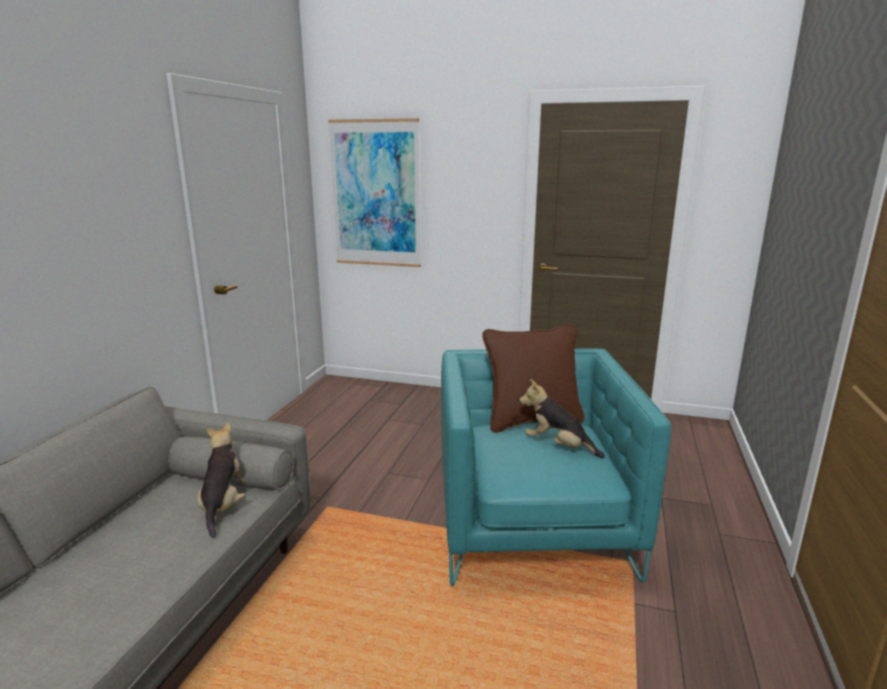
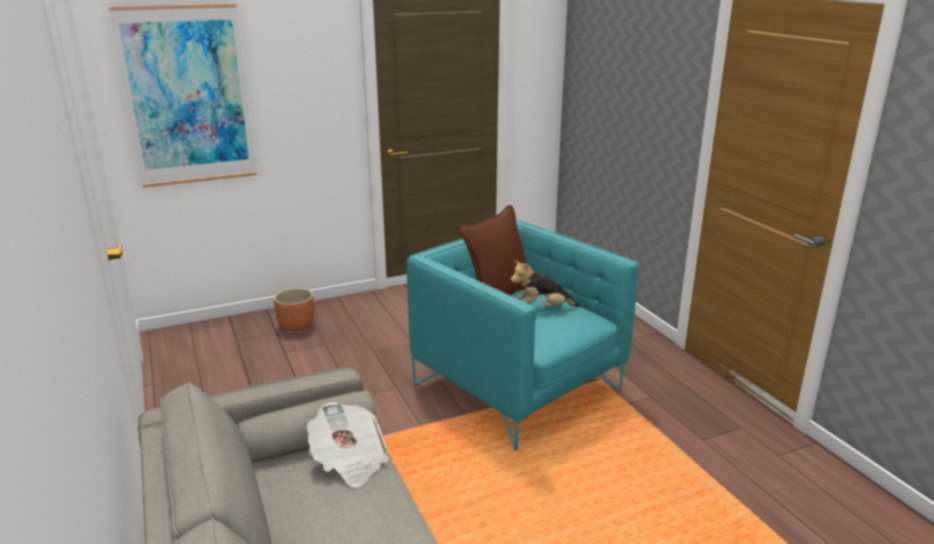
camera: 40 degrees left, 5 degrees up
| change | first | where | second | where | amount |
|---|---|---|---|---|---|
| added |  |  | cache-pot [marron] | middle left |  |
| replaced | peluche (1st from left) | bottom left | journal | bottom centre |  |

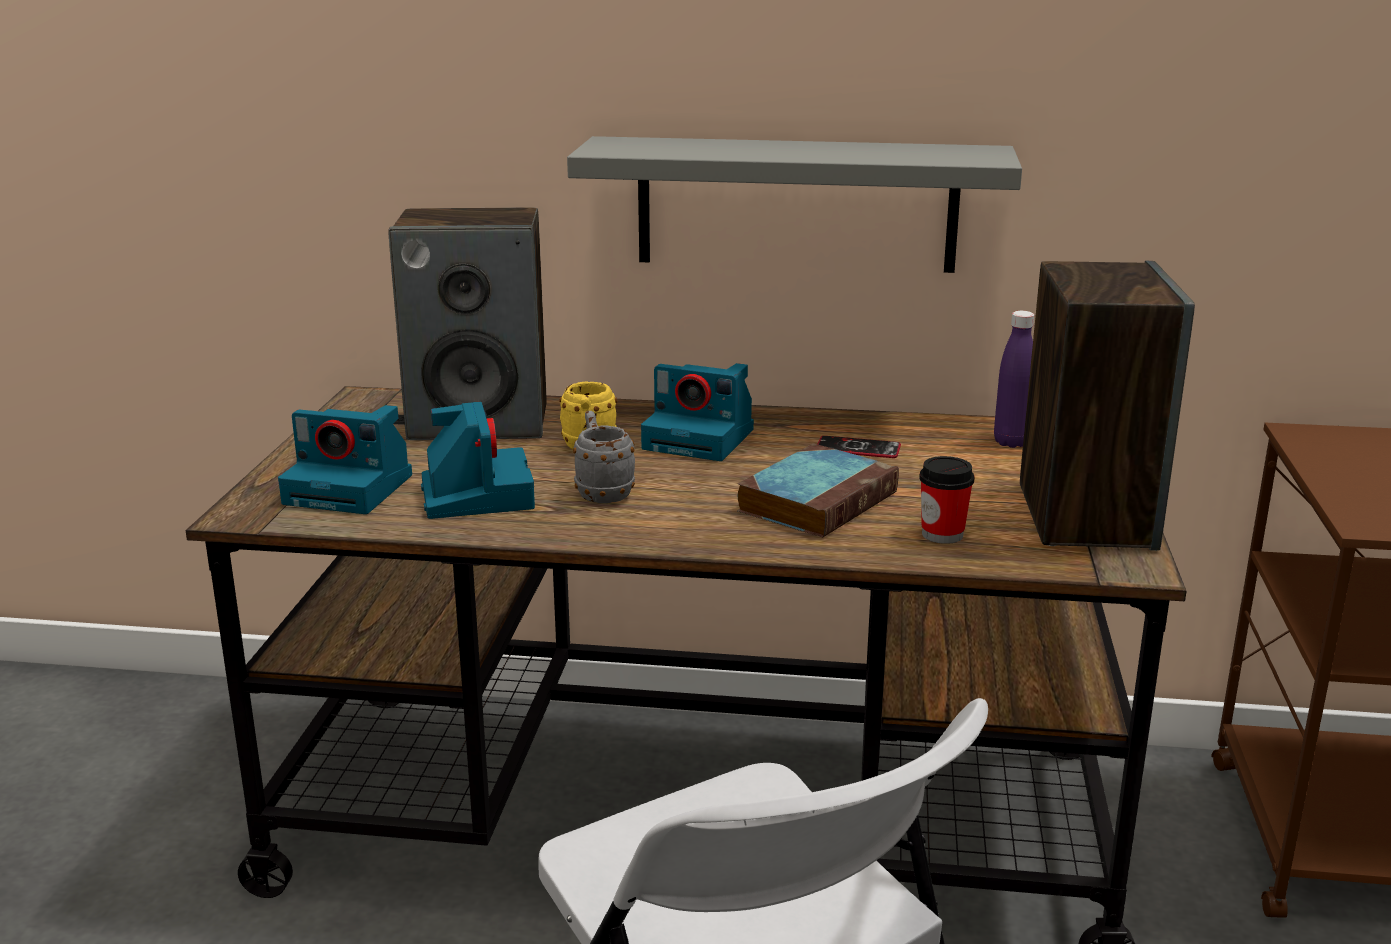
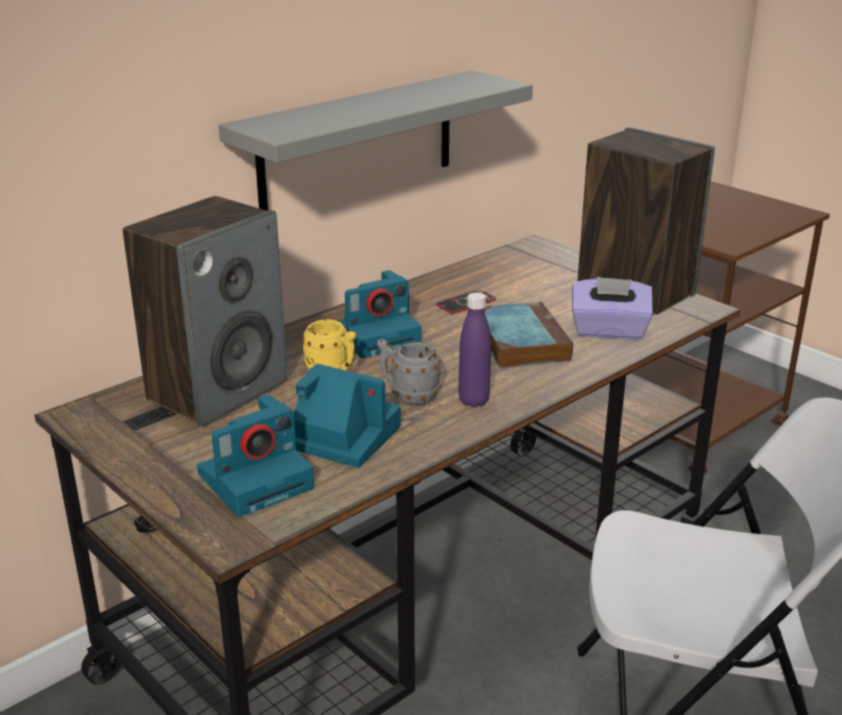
camera: 50 degrees left, 5 degrees up
| change | first | where | second | where | amount |
|---|---|---|---|---|---|
| moved | bouteille [violet] | middle right |  | centre |  |
| replaced | tasse | middle right | boîte à mouchoirs [violet] | middle right |  |

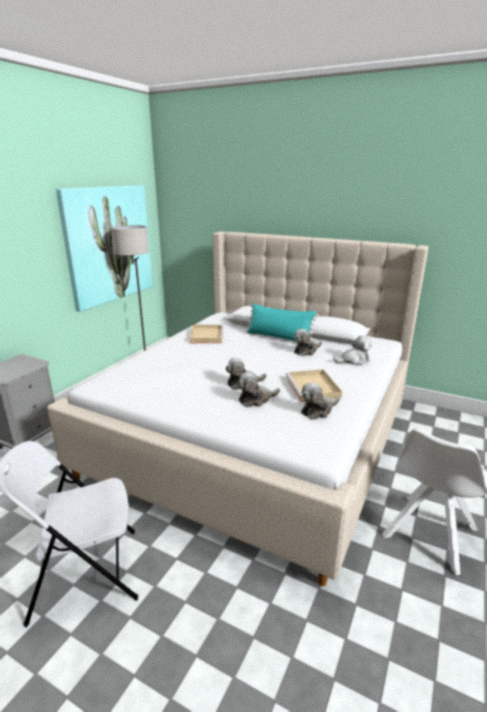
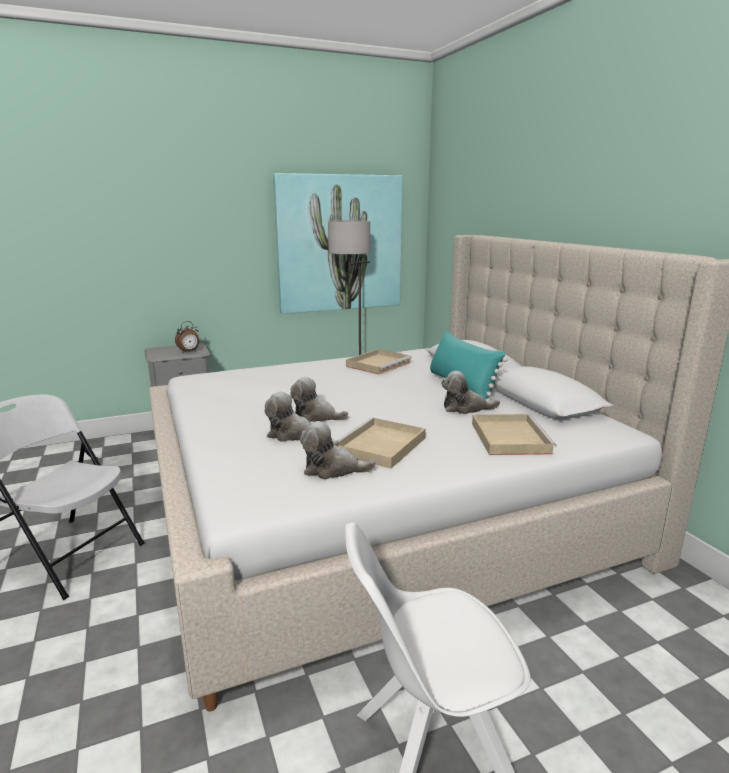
camera: 40 degrees right, 5 degrees down
| change | first | where | second | where | amount |
|---|---|---|---|---|---|
| added |  |  | réveil | middle left |  |
| replaced | peluche (5th from left) | middle right | plateau [beige] (3rd from left) | middle right |  |

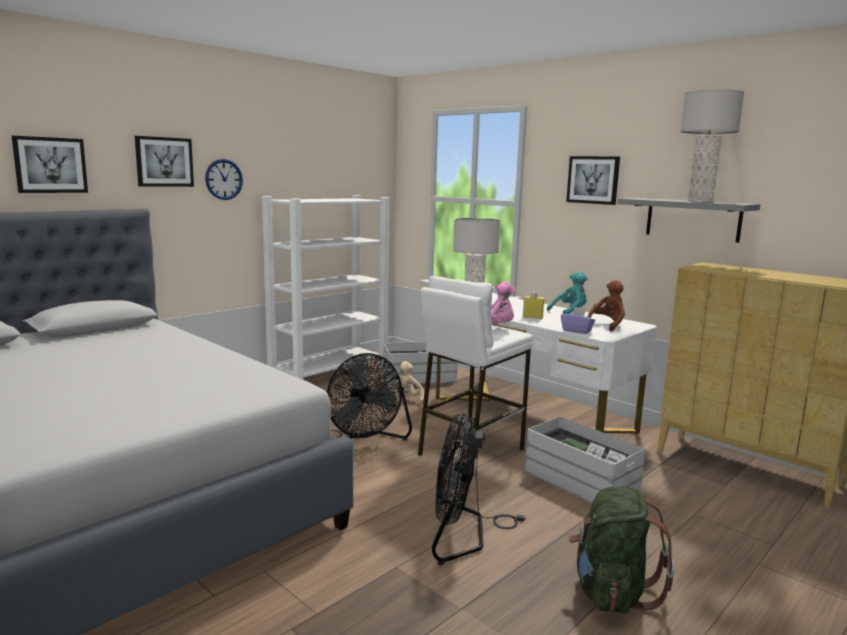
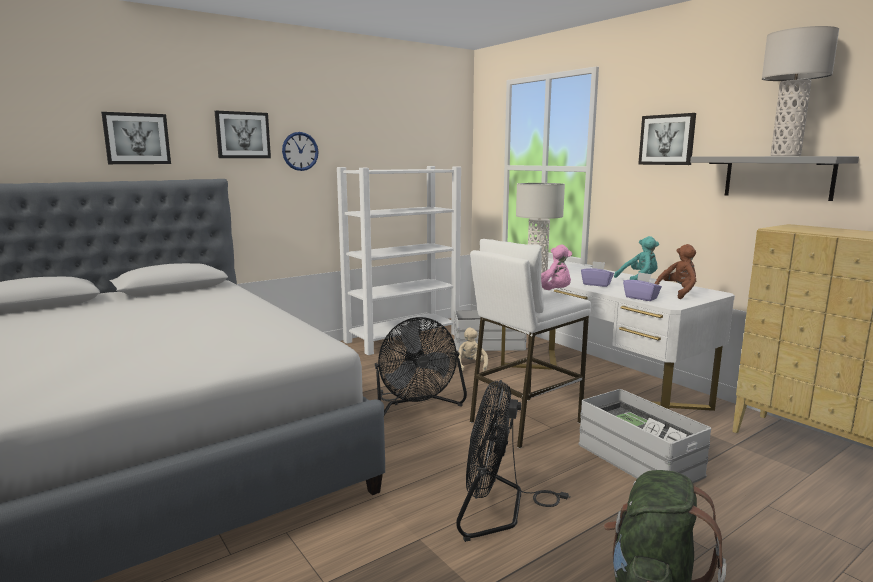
camera: 10 degrees right, 0 degrees up
| change | first | where | second | where | amount |
|---|---|---|---|---|---|
| replaced | bouteille [jaune] | centre | boîte à mouchoirs [violet] (1st from left) | middle right |  |

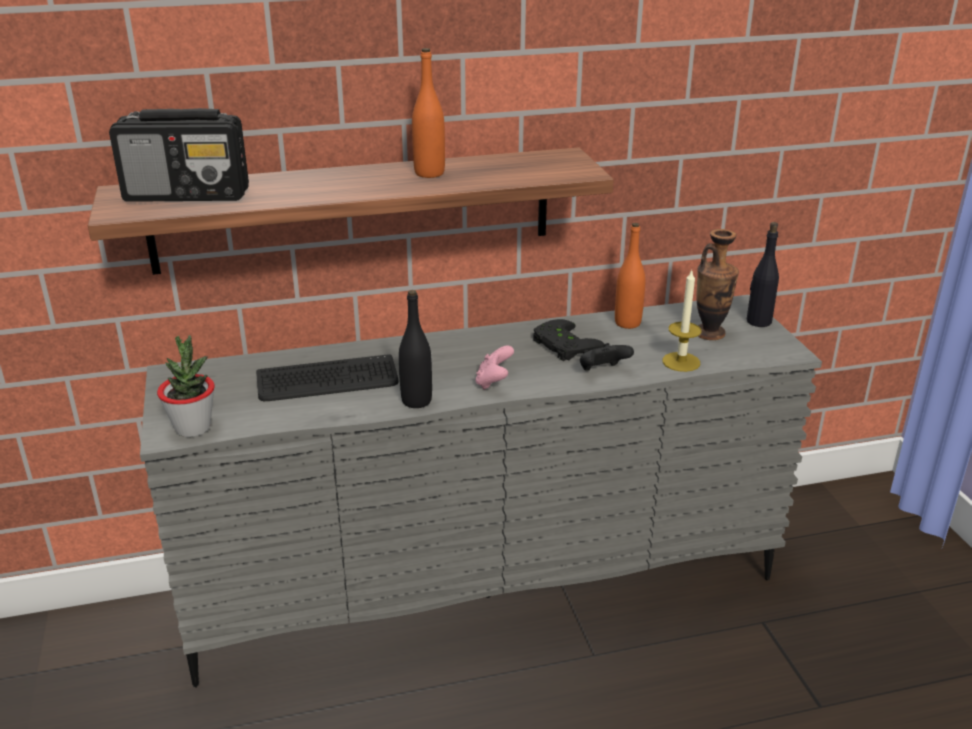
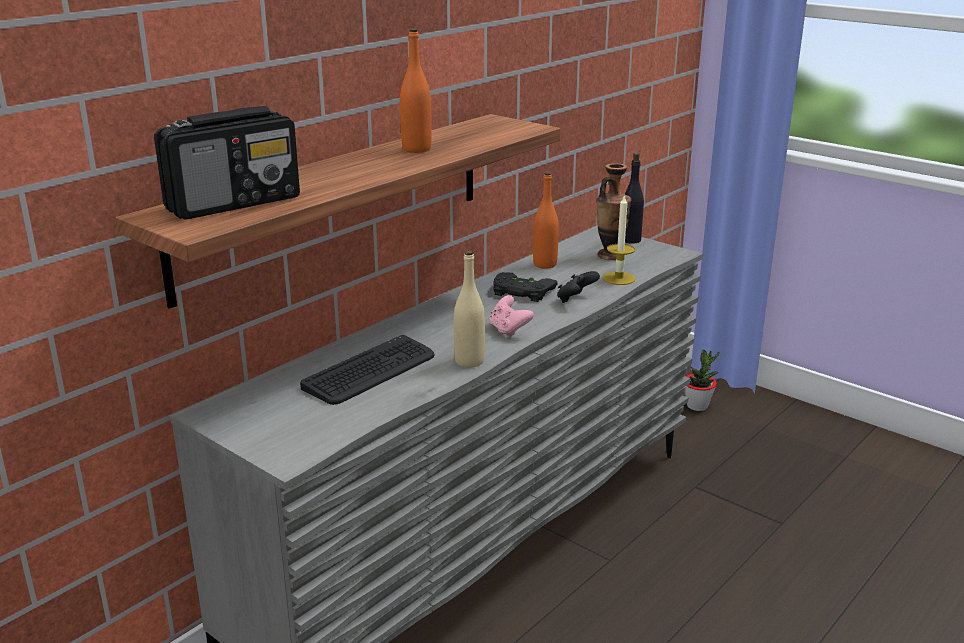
camera: 35 degrees left, 5 degrees down
| change | first | where | second | where | amount |
|---|---|---|---|---|---|
| moved | plante en pot | middle left |  | middle right |  |
| recoloured | bouteille [noir] (1st from left) | centre | bouteille [beige] | centre |  |

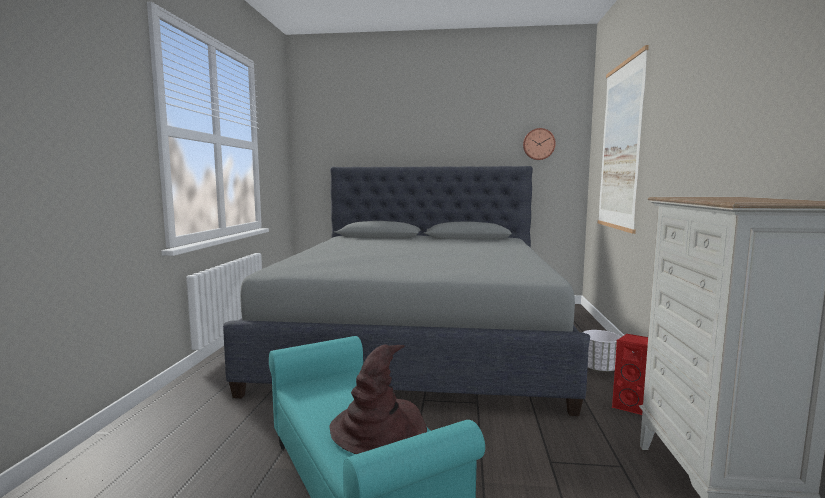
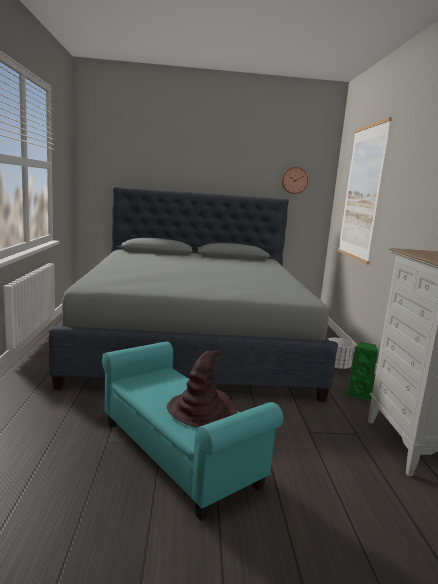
camera: 10 degrees left, 5 degrees up
| change | first | where | second | where | amount |
|---|---|---|---|---|---|
| recoloured | enceinte [rouge] | bottom right | enceinte [vert] | middle right |  |

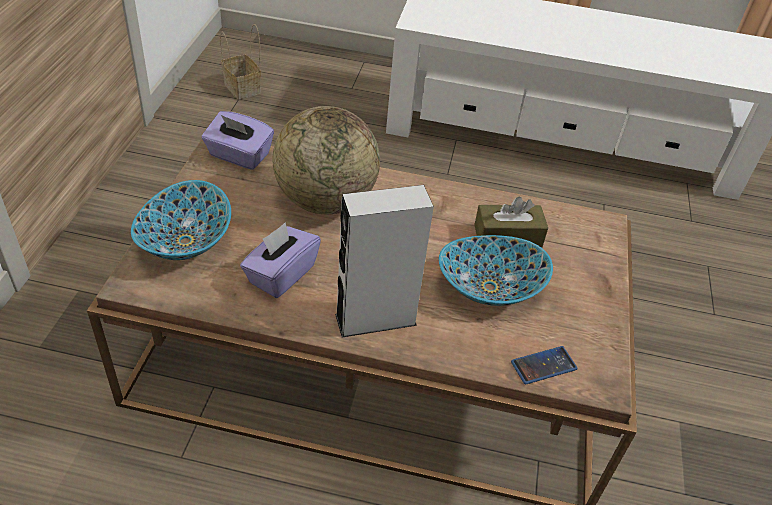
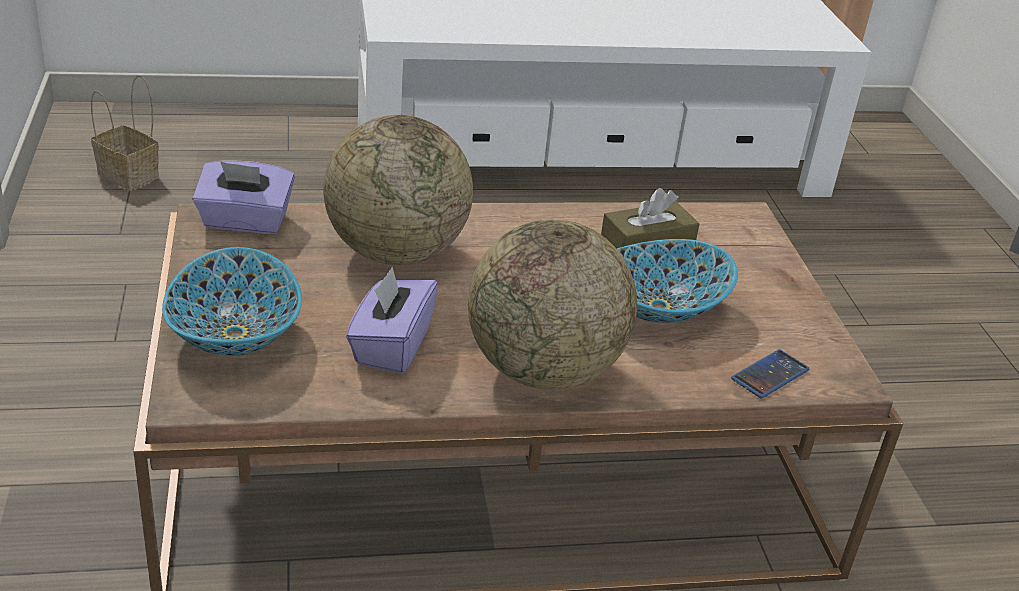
camera: 20 degrees left, 10 degrees down
| change | first | where | second | where | amount |
|---|---|---|---|---|---|
| replaced | enceinte [gris] | centre | globe (2nd from left) | centre |  |

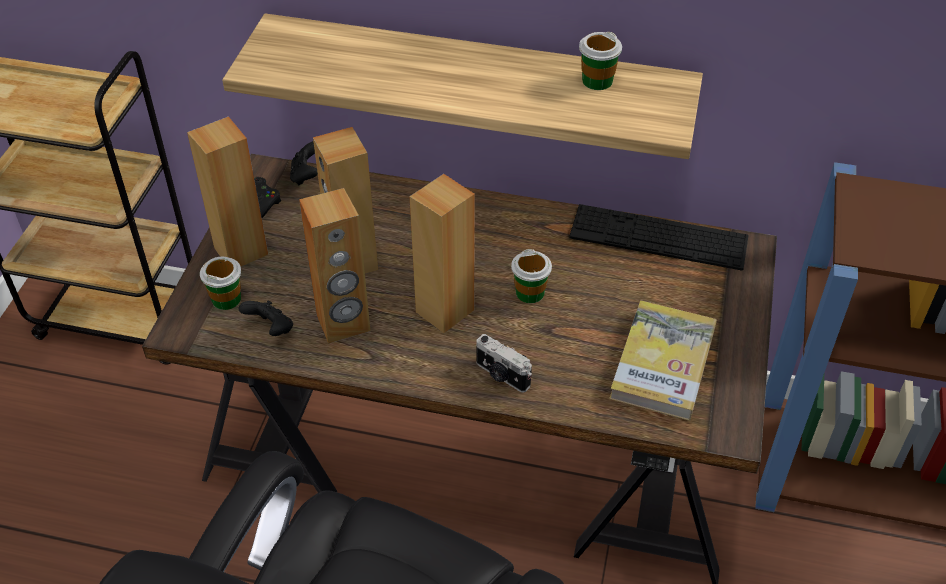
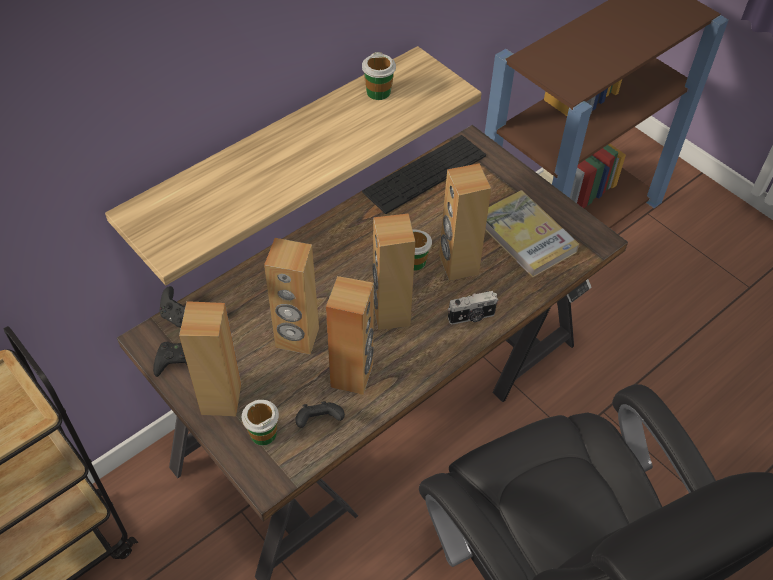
camera: 55 degrees left, 5 degrees up
| change | first | where | second | where | amount |
|---|---|---|---|---|---|
| added |  |  | enceinte [marron] (5th from left) | centre |  |

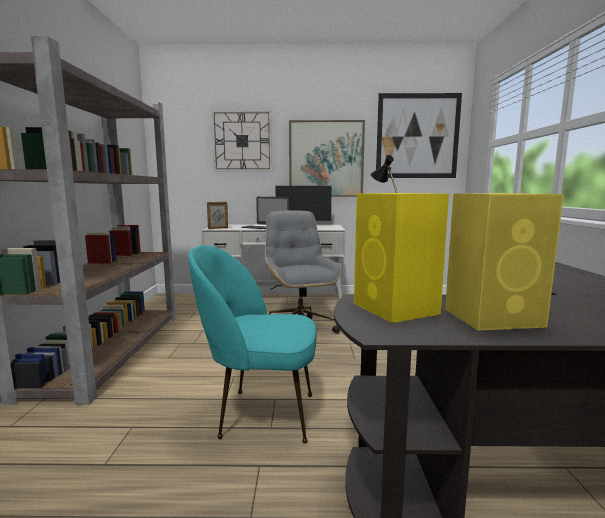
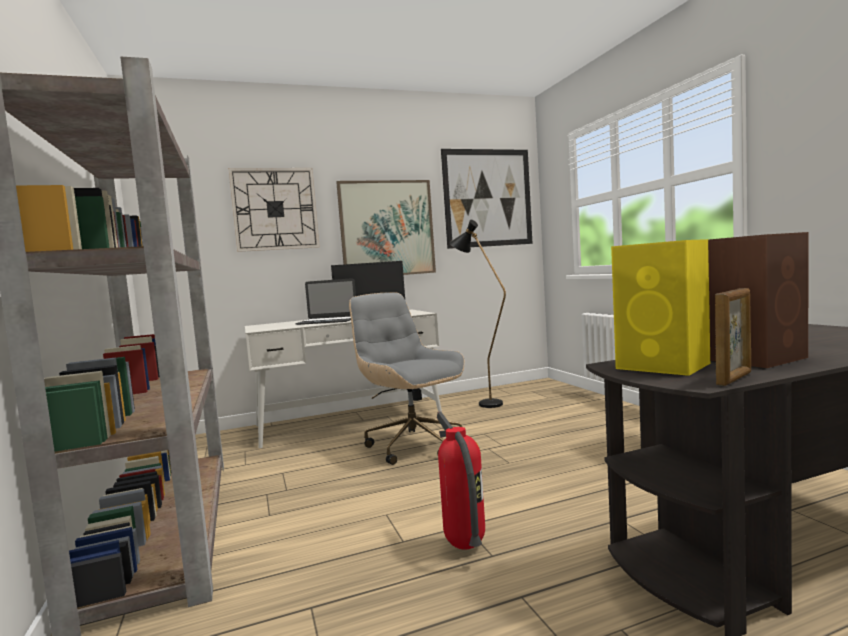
camera: 20 degrees left, 5 degrees down
| change | first | where | second | where | amount |
|---|---|---|---|---|---|
| moved | cadre photo | centre |  | middle right |  |
| replaced | chaise [turquoise] | centre | extincteur | bottom centre |  |
| recoloured | enceinte [jaune] (2nd from left) | middle right | enceinte [marron] | middle right |  |

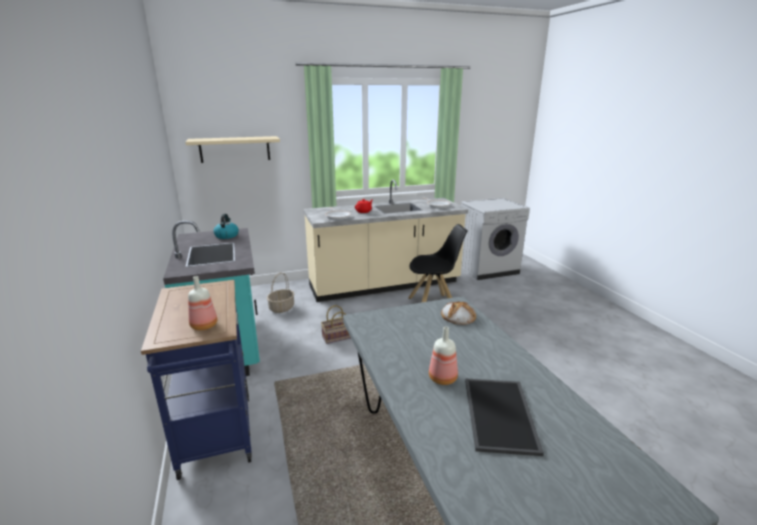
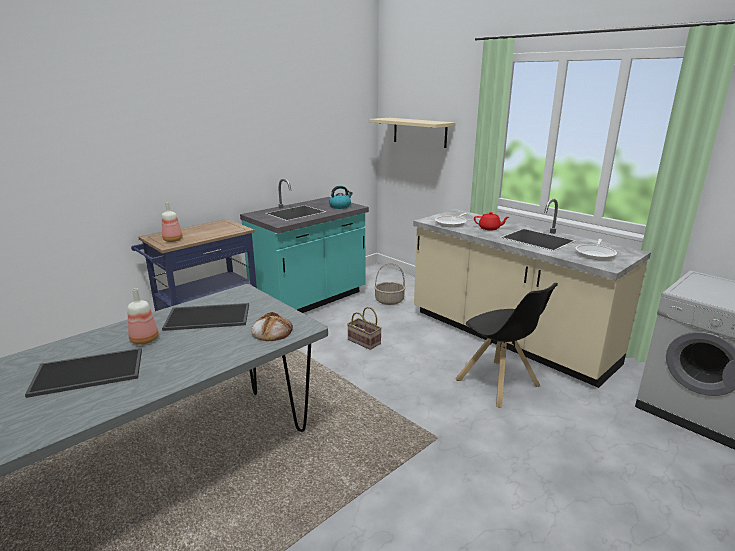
camera: 65 degrees right, 0 degrees up
| change | first | where | second | where | amount |
|---|---|---|---|---|---|
| added |  |  | plateau (2nd from left) | middle left |  |

